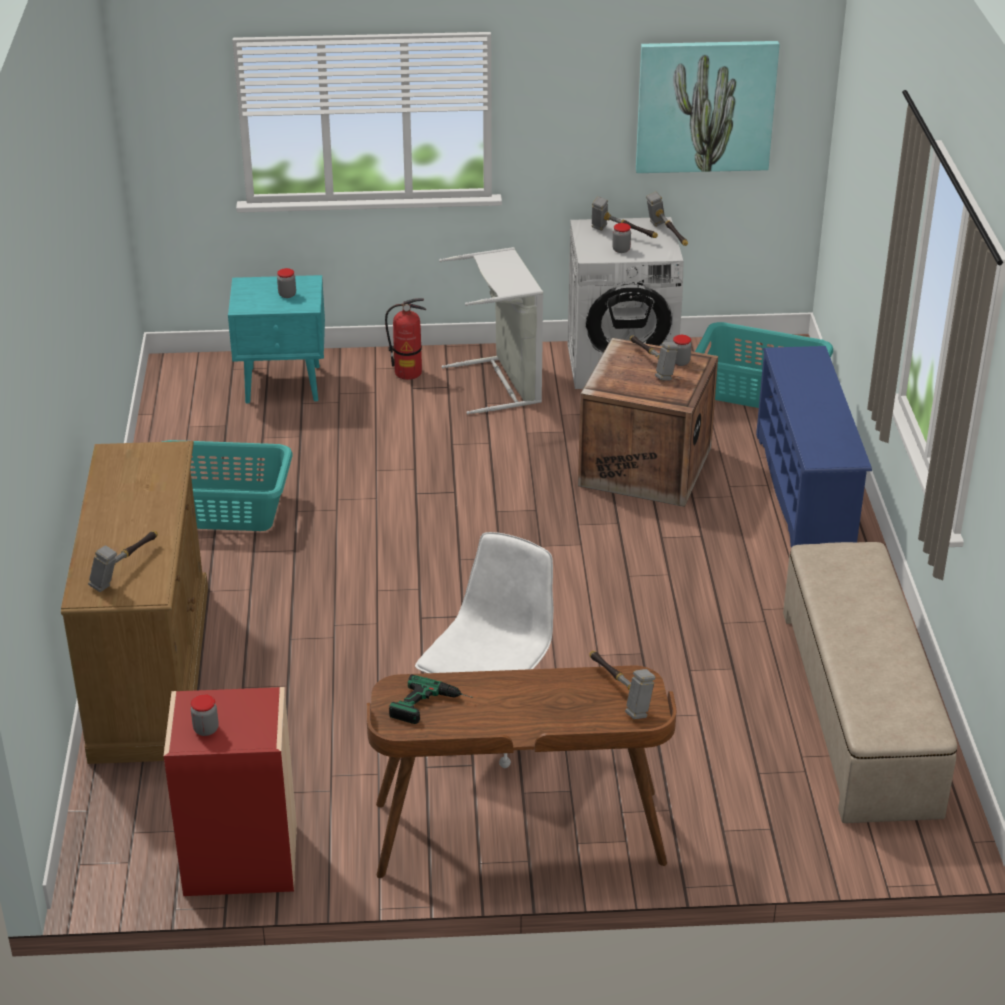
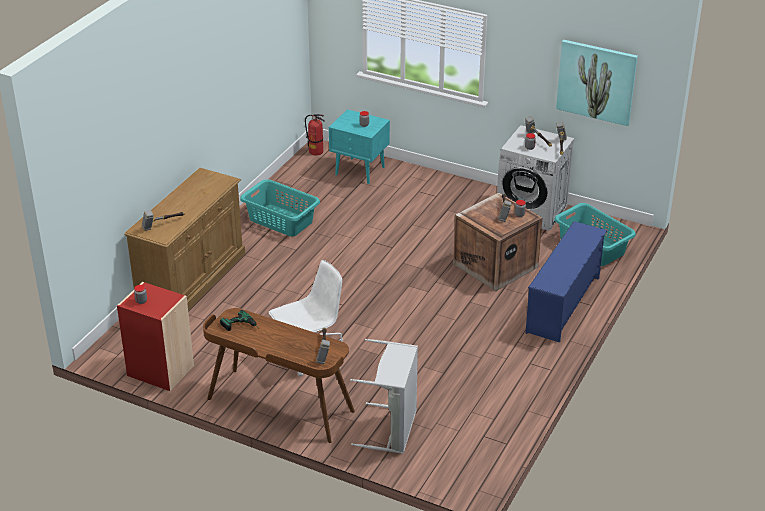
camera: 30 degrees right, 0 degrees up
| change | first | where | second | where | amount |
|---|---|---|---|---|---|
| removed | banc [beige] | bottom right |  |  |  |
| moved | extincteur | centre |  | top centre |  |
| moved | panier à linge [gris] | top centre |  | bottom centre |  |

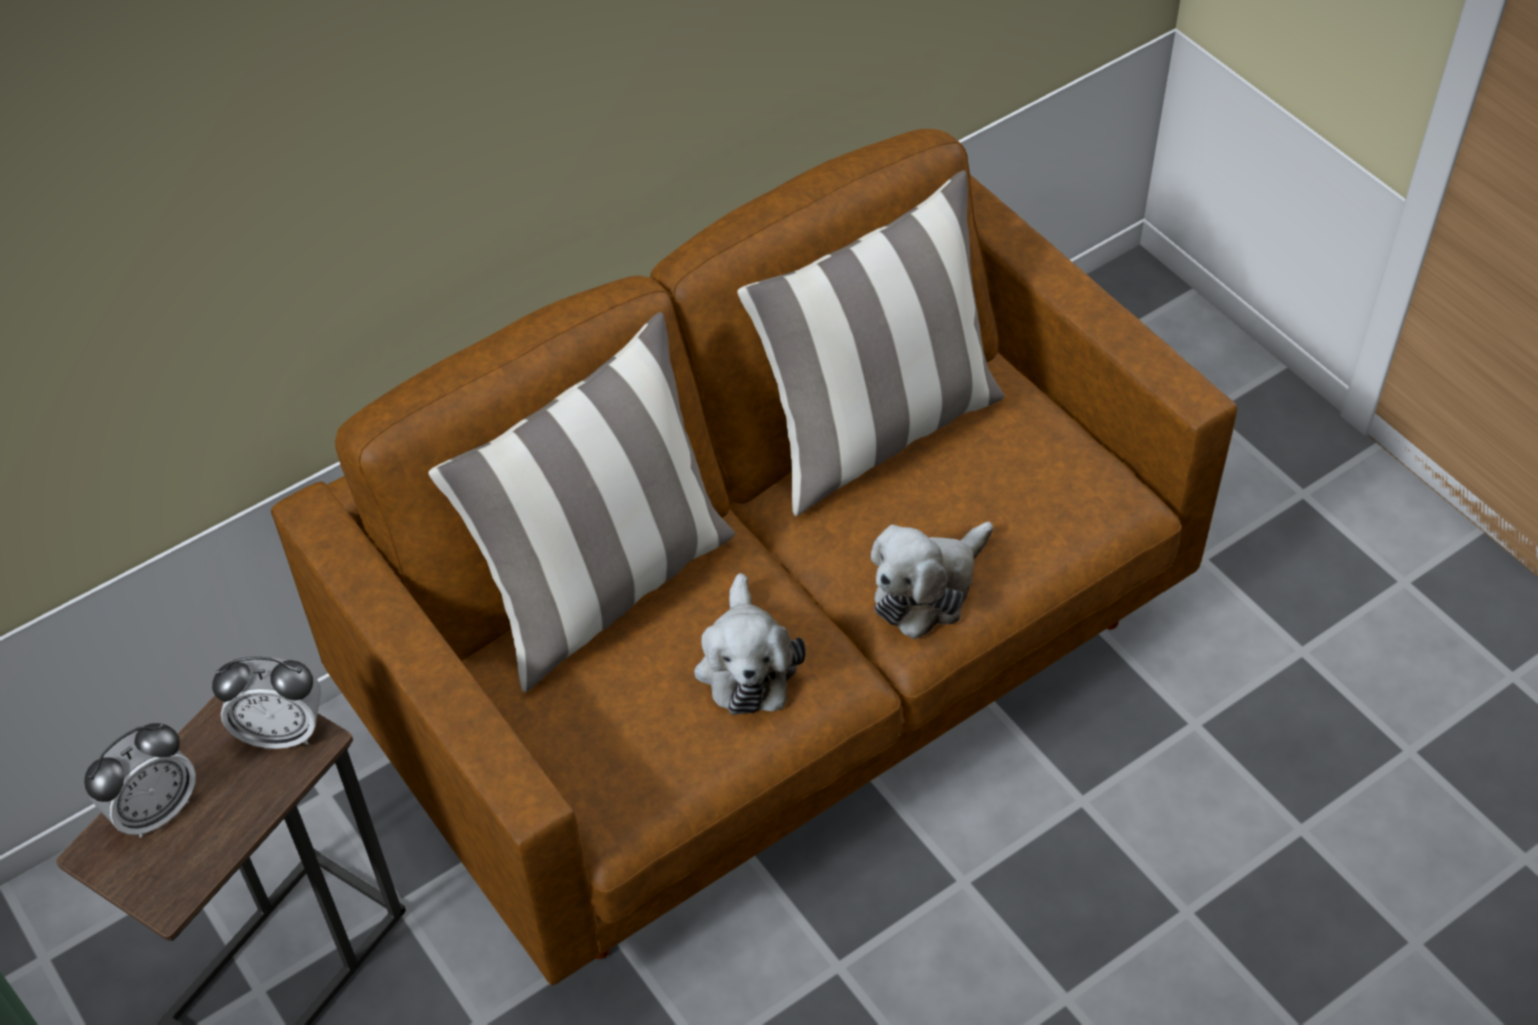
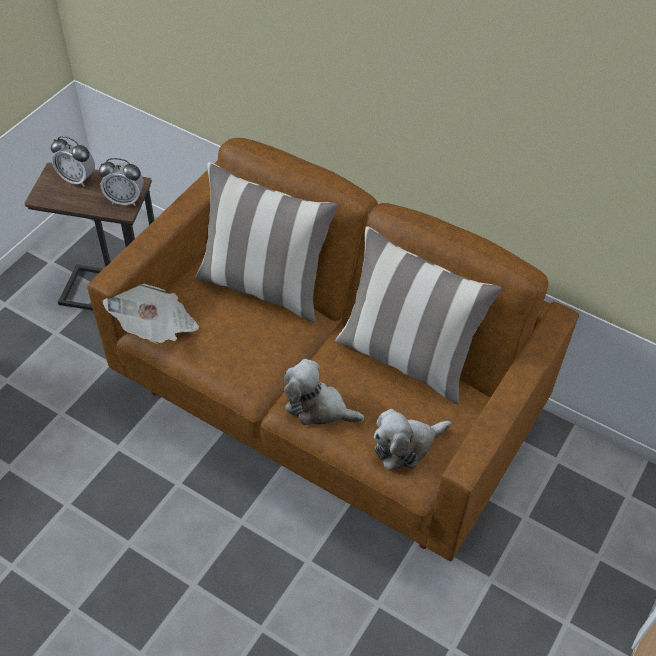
camera: 65 degrees right, 0 degrees up
| change | first | where | second | where | amount |
|---|---|---|---|---|---|
| added |  |  | journal | middle left |  |
| moved | peluche (1st from left in the first image) | centre | peluche (2nd from left) | bottom centre |  |
| turned | réveil (2nd from left) | bottom left |  | top left | 60 degrees counterclockwise |

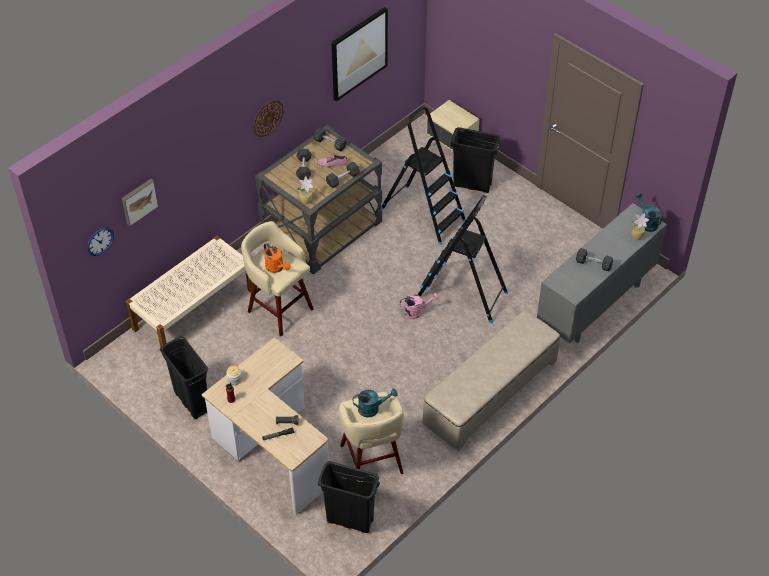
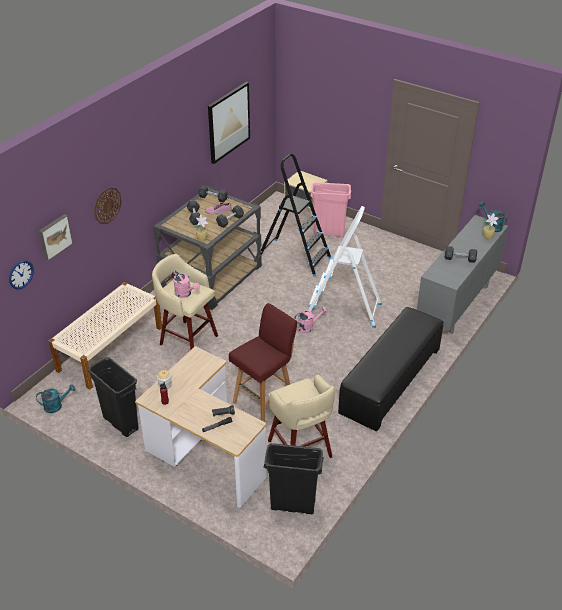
camera: 10 degrees left, 10 degrees down
| change | first | where | second | where | amount |
|---|---|---|---|---|---|
| added |  |  | tabouret [rouge] | centre |  |
| moved | horloge murale (2nd from left) | top centre |  | middle left |  |
| moved | arrosoir [turquoise] (1st from left) | bottom centre |  | middle left |  |
| recoloured | arrosoir [orange] | centre | arrosoir [rose] (1st from left) | middle left |  |
| recoloured | escabeau [noir] (2nd from left) | centre | escabeau [blanc] | centre |  |
| recoloured | banc [beige] (2nd from left) | centre | banc [noir] | middle right |  |
| recoloured | poubelle [noir] (3rd from left) | top centre | poubelle [rose] | centre |  |

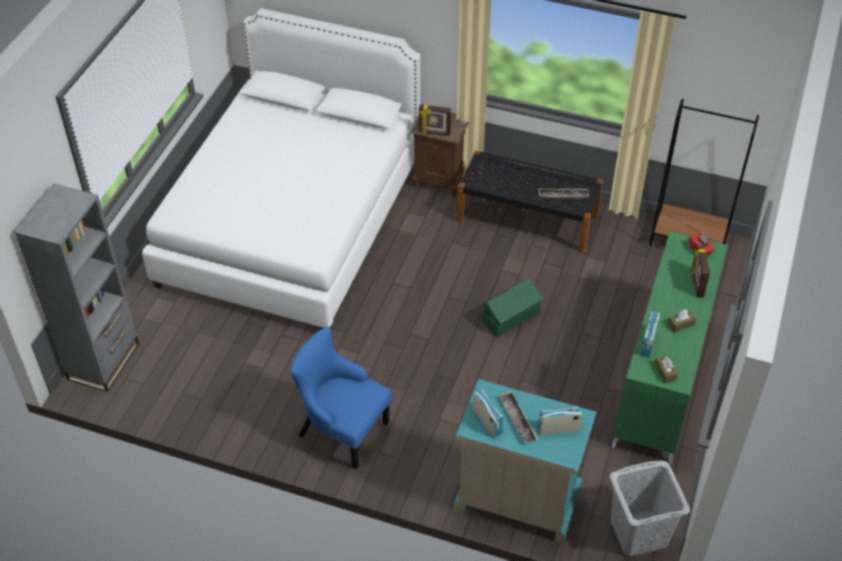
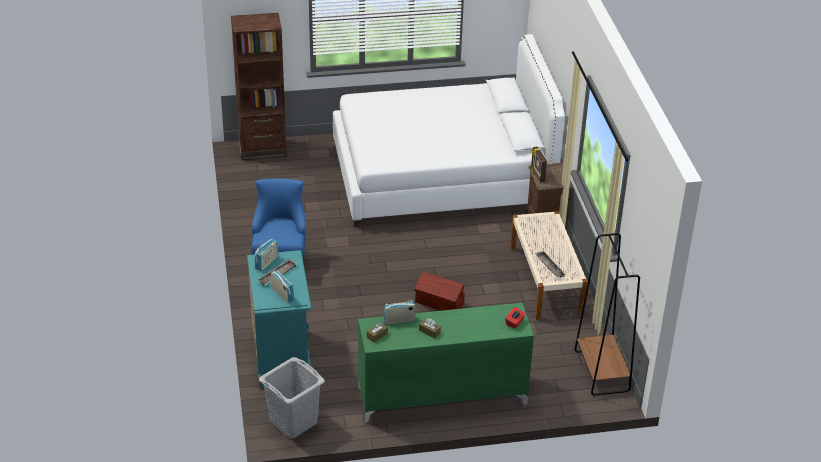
camera: 60 degrees right, 10 degrees down
| change | first | where | second | where | amount |
|---|---|---|---|---|---|
| removed | cadre photo (2nd from left) | middle right |  |  |  |
| recoloured | bibliothèque [gris] | middle left | bibliothèque [marron] | top left |  |
| recoloured | banc [noir] | centre | banc [beige] | middle right |  |
| recoloured | boîte de rangement [vert] | centre | boîte de rangement [marron] | centre |  |

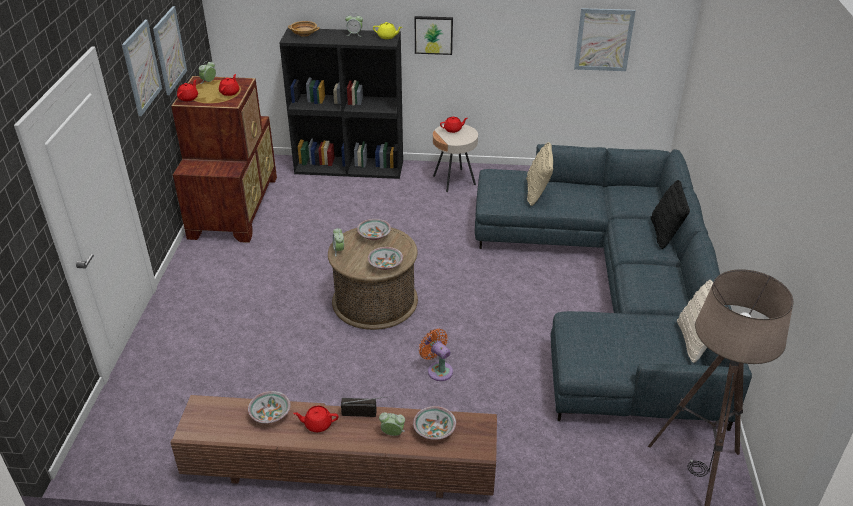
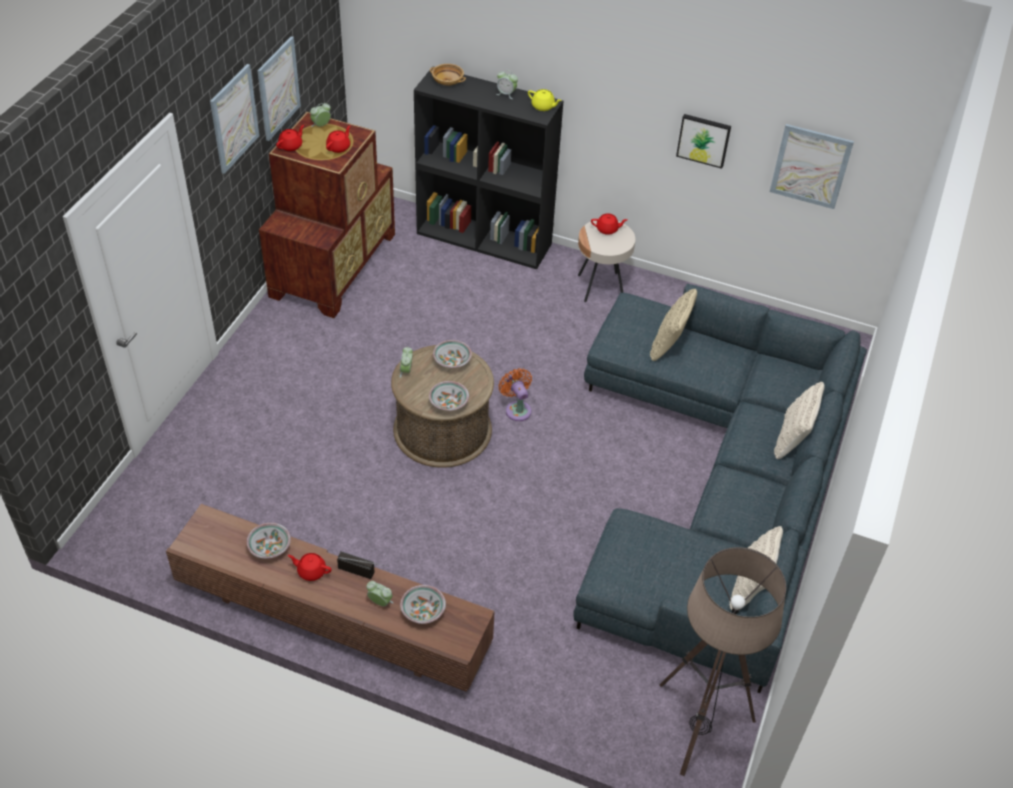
camera: 15 degrees right, 10 degrees up
| change | first | where | second | where | amount |
|---|---|---|---|---|---|
| moved | tableau (3rd from left) | top centre |  | top right |  |
| moved | ventilateur [orange] | bottom centre |  | centre |  |
| recoloured | coussin [noir] | middle right | coussin [beige] (3rd from left) | middle right |  |

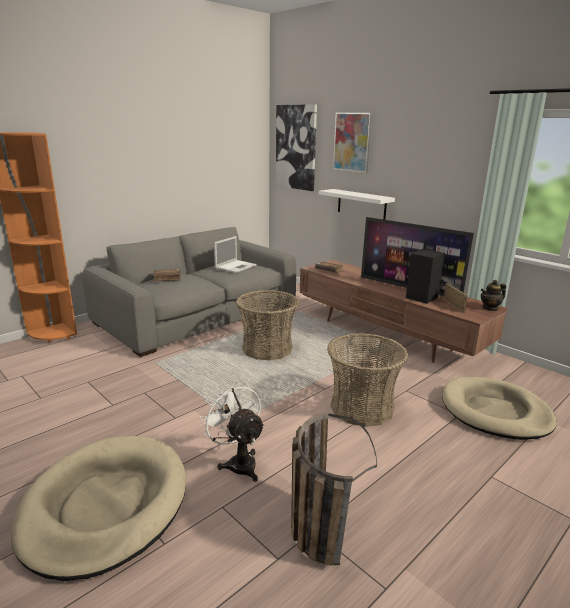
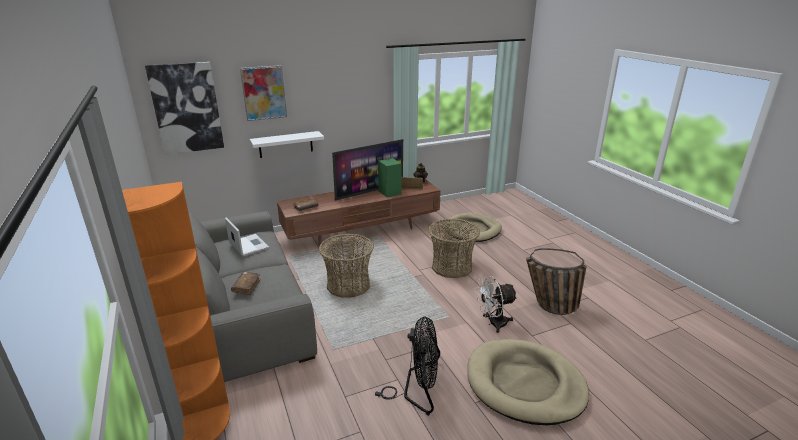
camera: 70 degrees left, 5 degrees up
| change | first | where | second | where | amount |
|---|---|---|---|---|---|
| added |  |  | ventilateur [noir] | bottom centre |  |
| recoloured | enceinte [noir] | middle right | enceinte [vert] | centre |  |

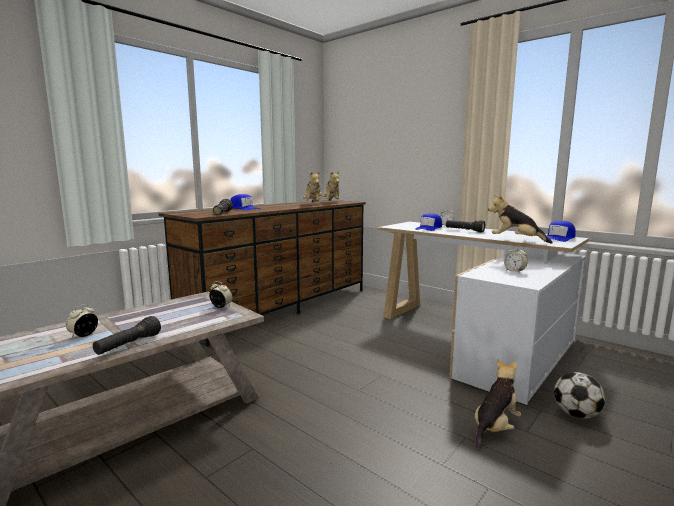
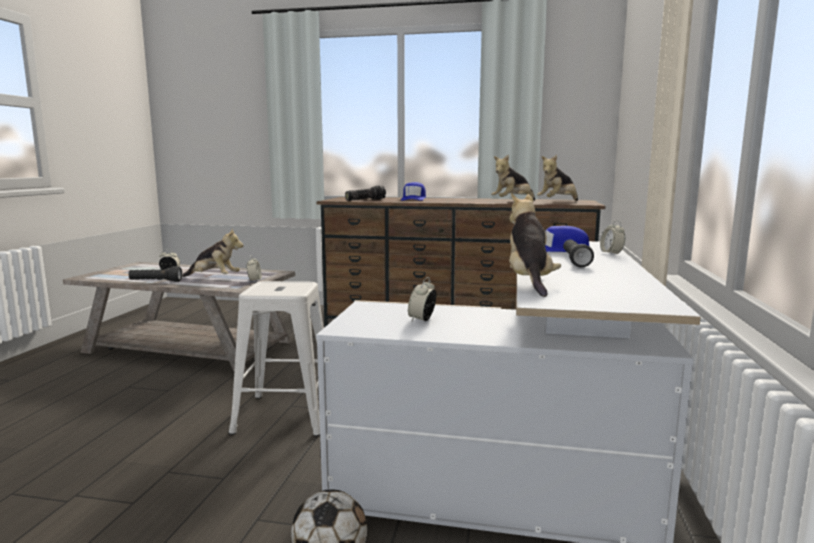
camera: 60 degrees right, 0 degrees up
| change | first | where | second | where | amount |
|---|---|---|---|---|---|
| removed | casquette [bleu] (3rd from left) | middle right |  |  |  |
| added |  |  | tabouret [blanc] | centre |  |
| moved | peluche (3rd from left in the first image) | bottom right | peluche (1st from left) | middle left |  |

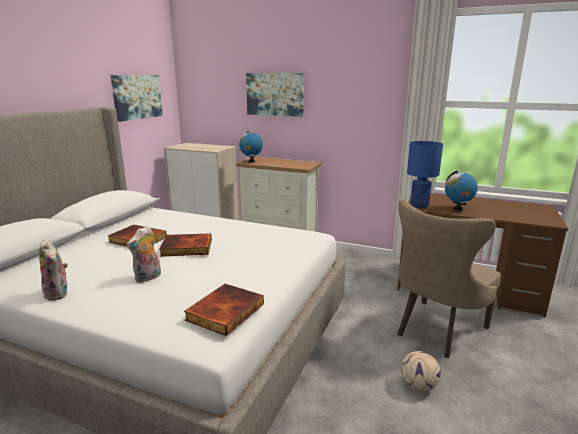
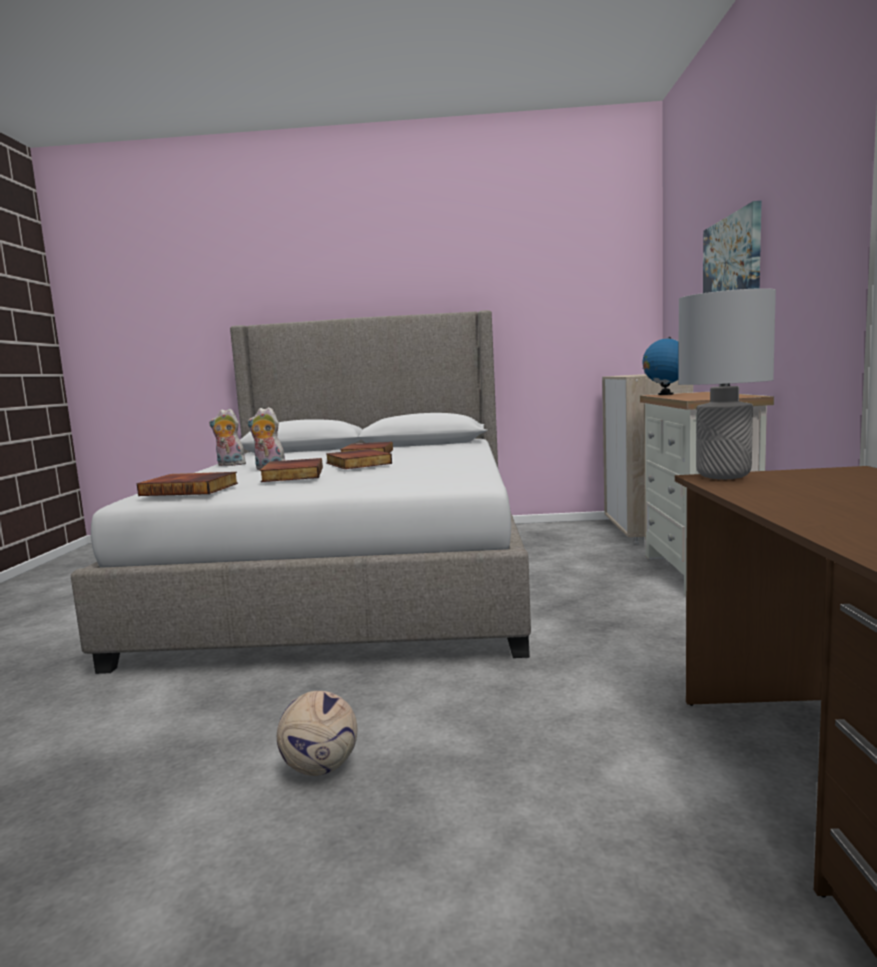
camera: 70 degrees right, 10 degrees down
| change | first | where | second | where | amount |
|---|---|---|---|---|---|
| removed | tableau (1st from left) | top left |  |  |  |
| removed | chaise [beige] | middle right |  |  |  |
| removed | globe (2nd from left) | middle right |  |  |  |
| added |  |  | livre (2nd from left) | middle left |  |
| recoloured | lampe de table [bleu] | middle right | lampe de table [gris] | middle right |  |
| turned | peluche (1st from left) | middle left |  | middle left | 75 degrees clockwise |

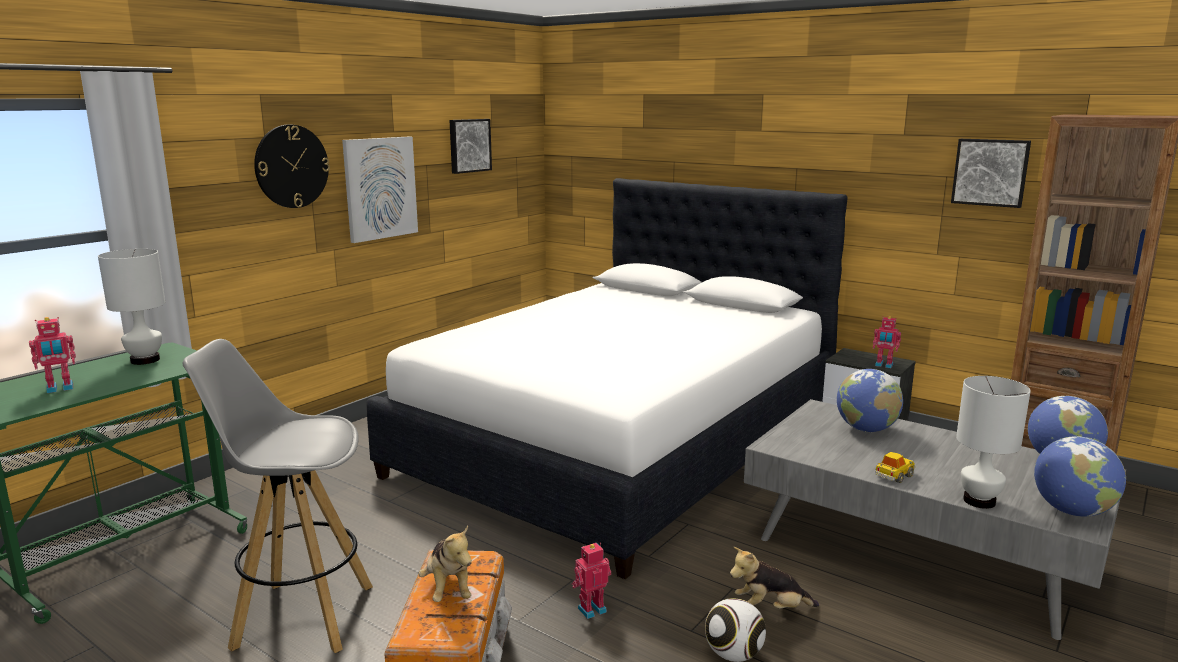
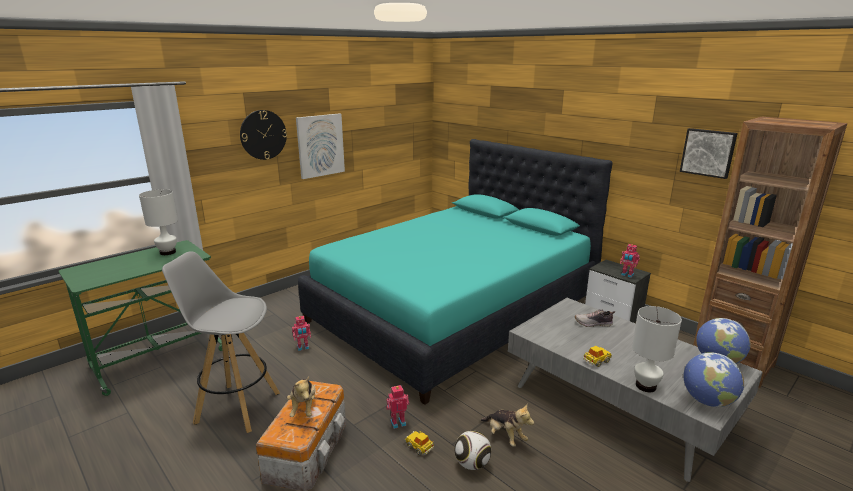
camera: 10 degrees right, 5 degrees up
| change | first | where | second | where | amount |
|---|---|---|---|---|---|
| removed | tableau (2nd from left) | top centre |  |  |  |
| added |  |  | petite voiture (1st from left) | bottom centre |  |
| moved | robot jouet (1st from left) | middle left |  | bottom centre |  |
| replaced | globe (1st from left) | middle right | chaussure | middle right |  |
| recoloured | lit [blanc] | centre | lit [turquoise] | centre |  |
| turned | peluche (2nd from left) | bottom centre |  | bottom centre | 135 degrees counterclockwise |

